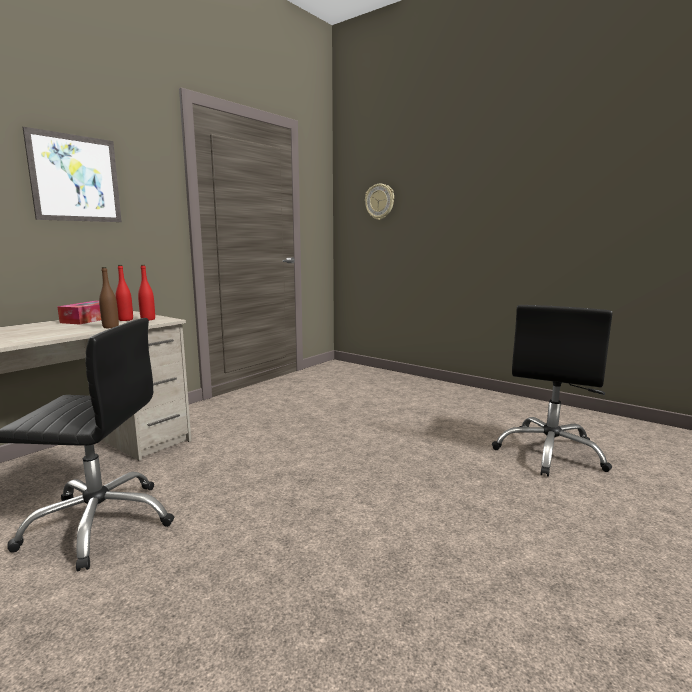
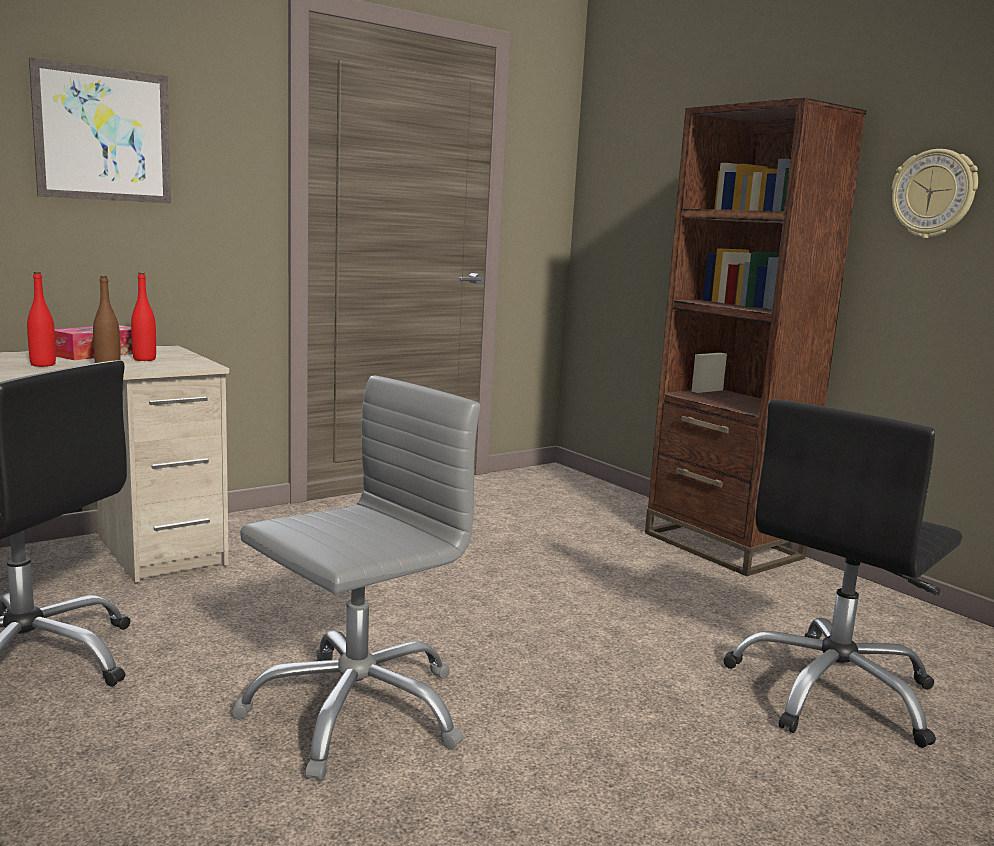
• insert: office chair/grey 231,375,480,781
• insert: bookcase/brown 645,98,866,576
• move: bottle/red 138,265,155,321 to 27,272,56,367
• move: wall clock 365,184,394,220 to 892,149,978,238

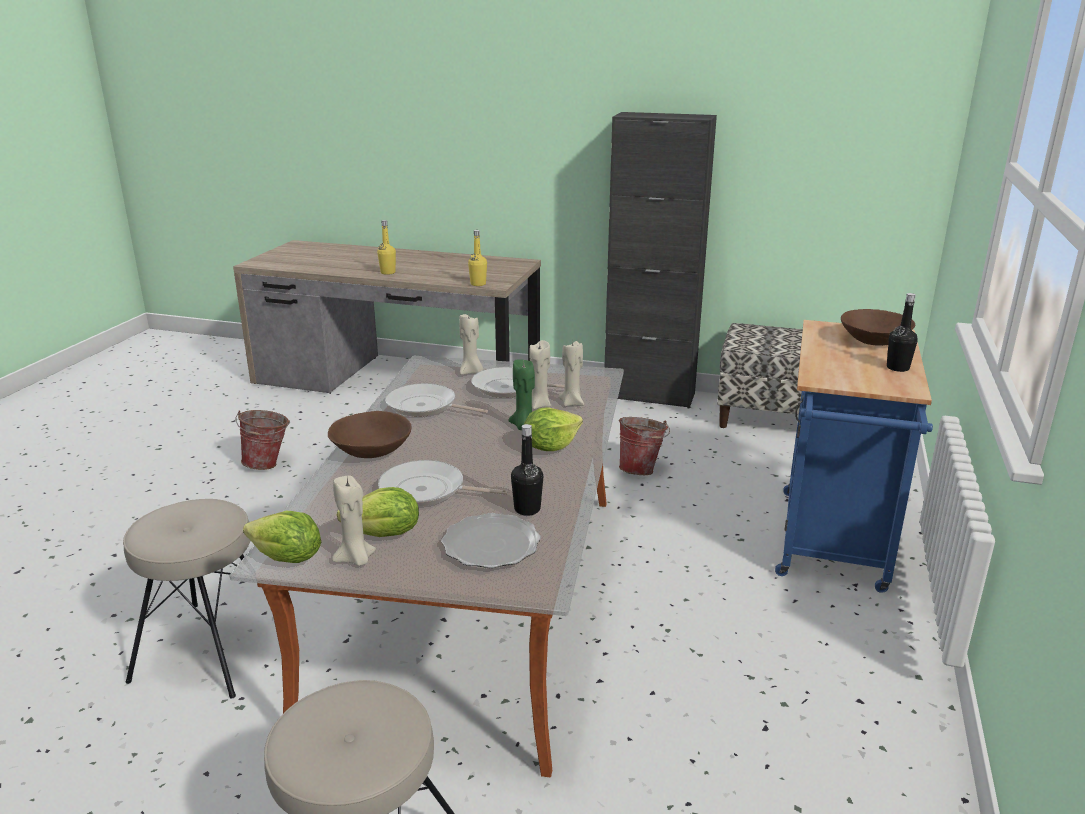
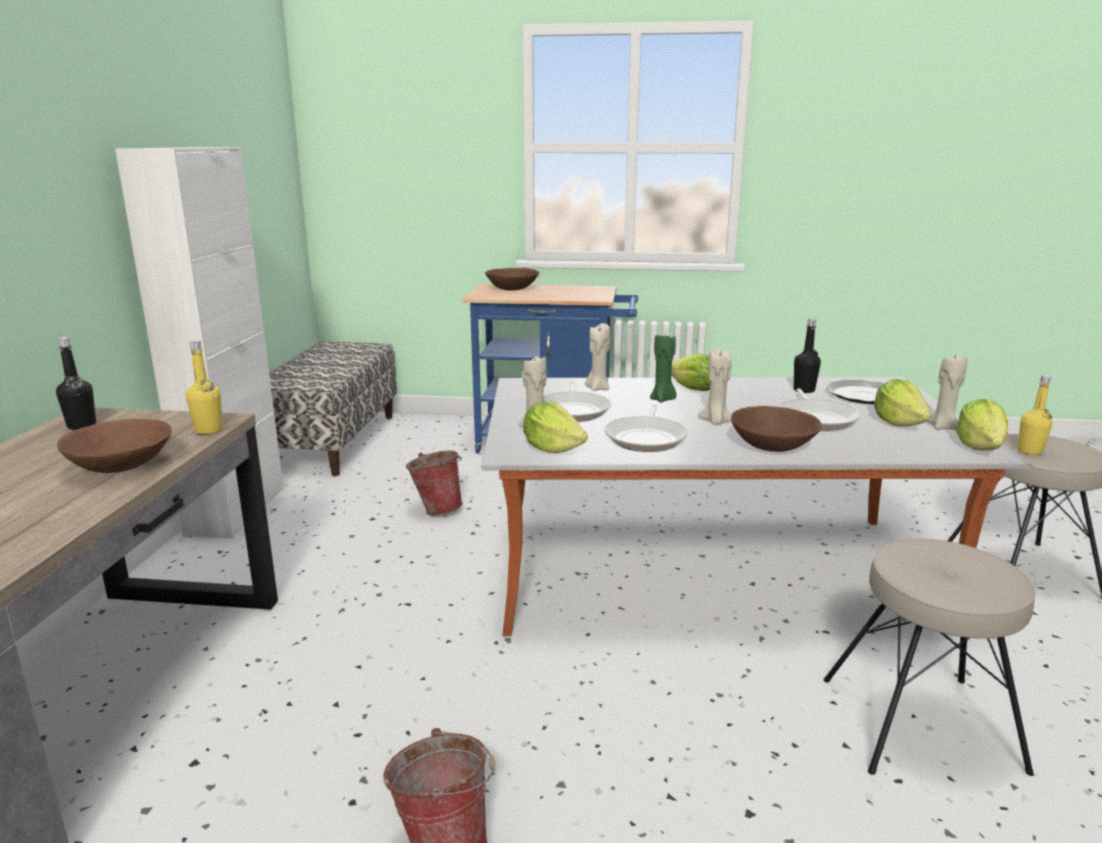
• insert: bowl/brown 57,419,172,473
• insert: lettuce 523,401,588,453
• move: bottle/yellow 377,220,396,275 to 1017,375,1053,455
• move: candle/beige 529,340,551,409 to 698,348,732,425
• move: bottle/black 887,293,918,372 to 56,337,96,430
• recolor: cabinet/black 604,112,717,409 to cabinet/white 115,147,284,539

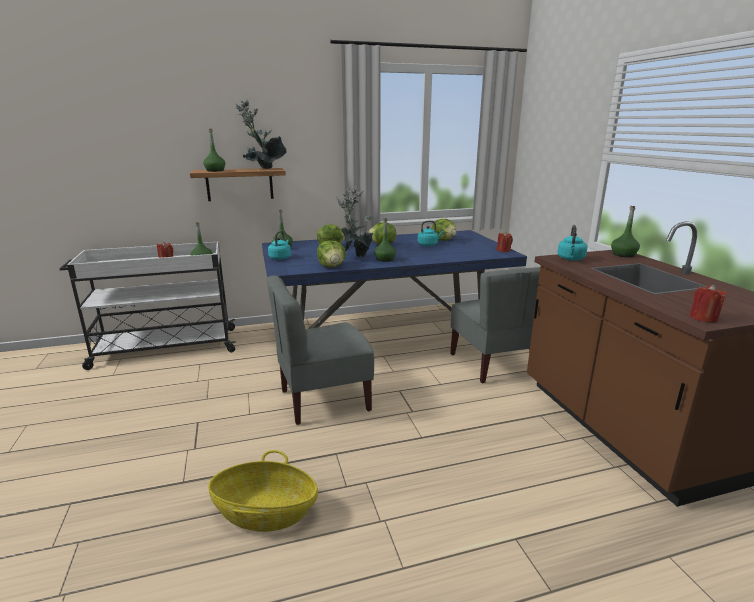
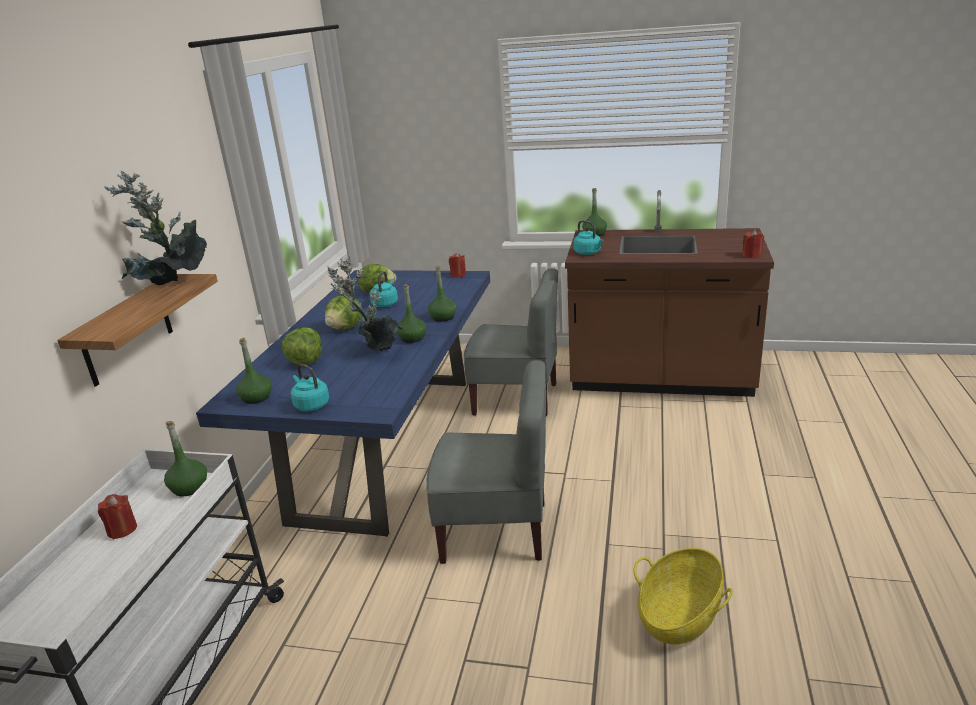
• delete: lettuce 317,240,346,268
• move: bottle/green 203,128,225,172 to 428,266,456,322
• rotate: chair/grey 267,275,374,425 = 426,360,546,564 90 degrees counterclockwise

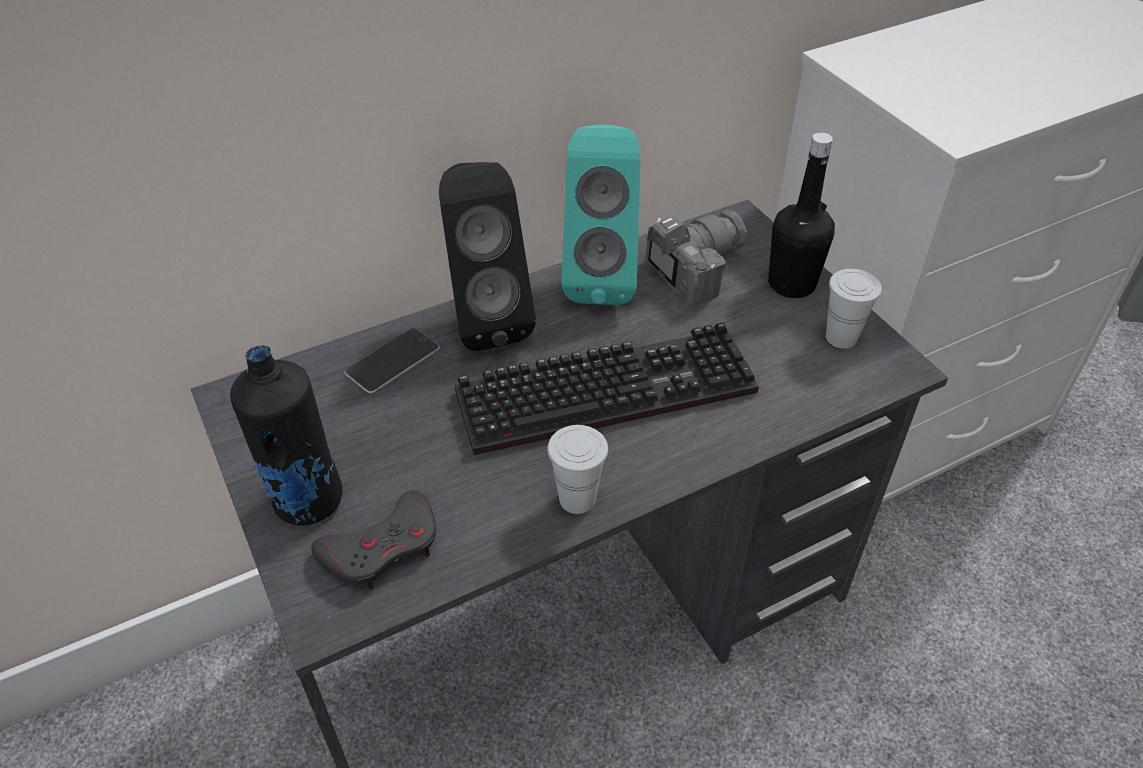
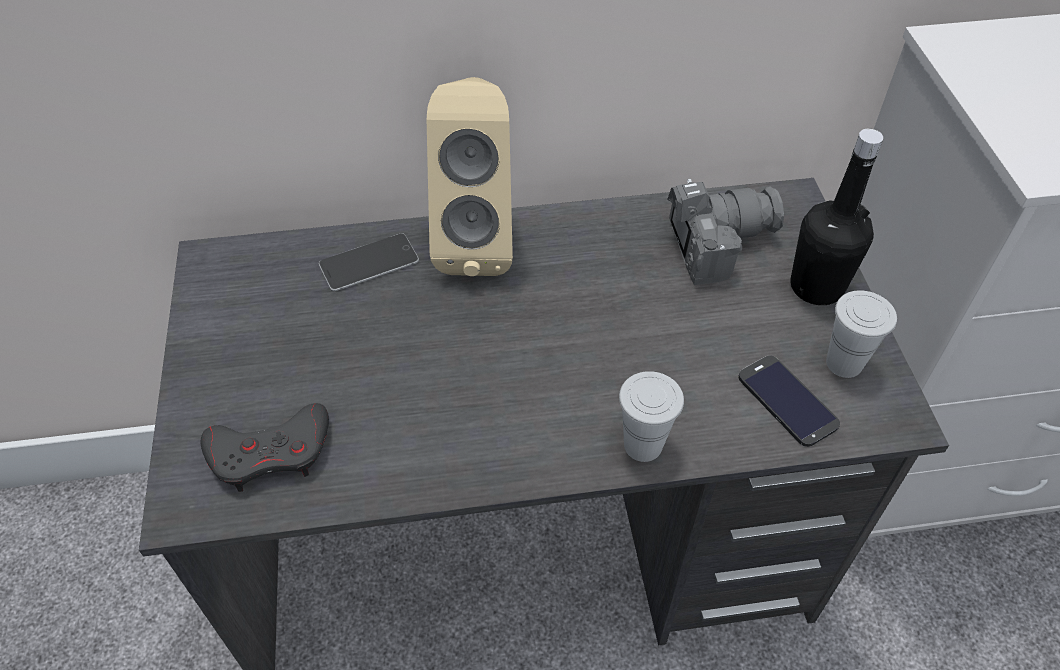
• delete: bottle/black 230,346,342,525
• delete: keyboard 454,322,759,455
• delete: speaker/turquoise 561,125,640,305
• insert: phone 738,355,840,447
• move: cup/white 547,425,608,514 to 619,371,684,462
• recolor: speaker/black 439,162,536,351 to speaker/beige 427,77,513,276

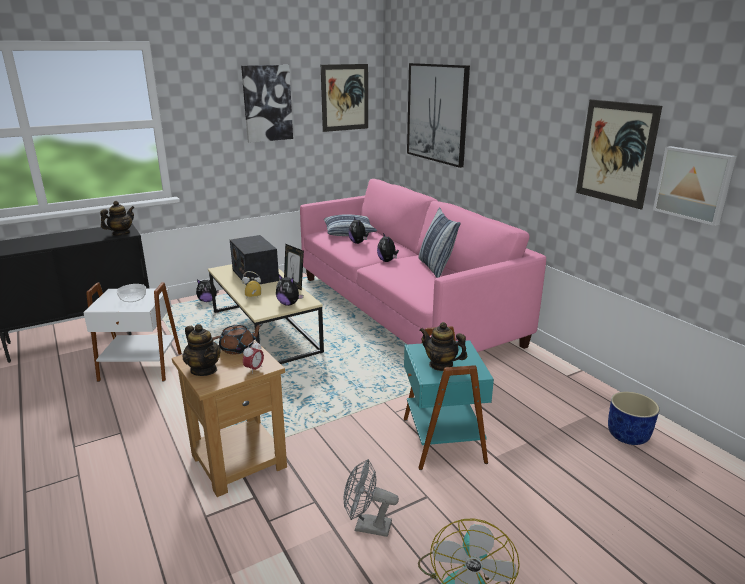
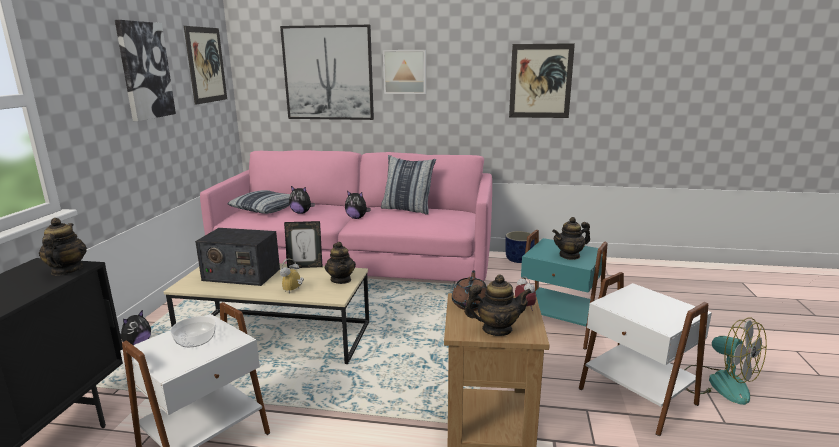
• move: planter/blue 608,392,659,445 to 505,231,535,263
• move: picture 653,146,736,226 to 383,50,426,94
• replace: plush toy 276,275,303,306 to teapot 325,242,356,284
• replace: fan/grey 344,459,399,537 to side table/white 579,272,712,436

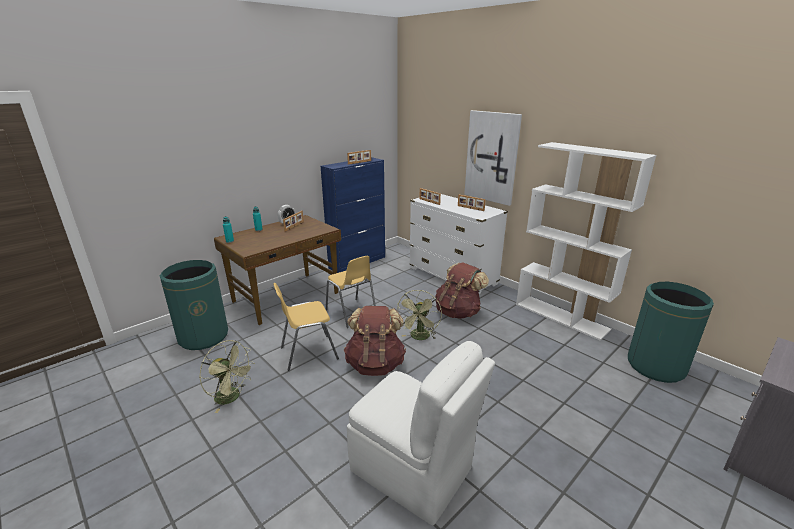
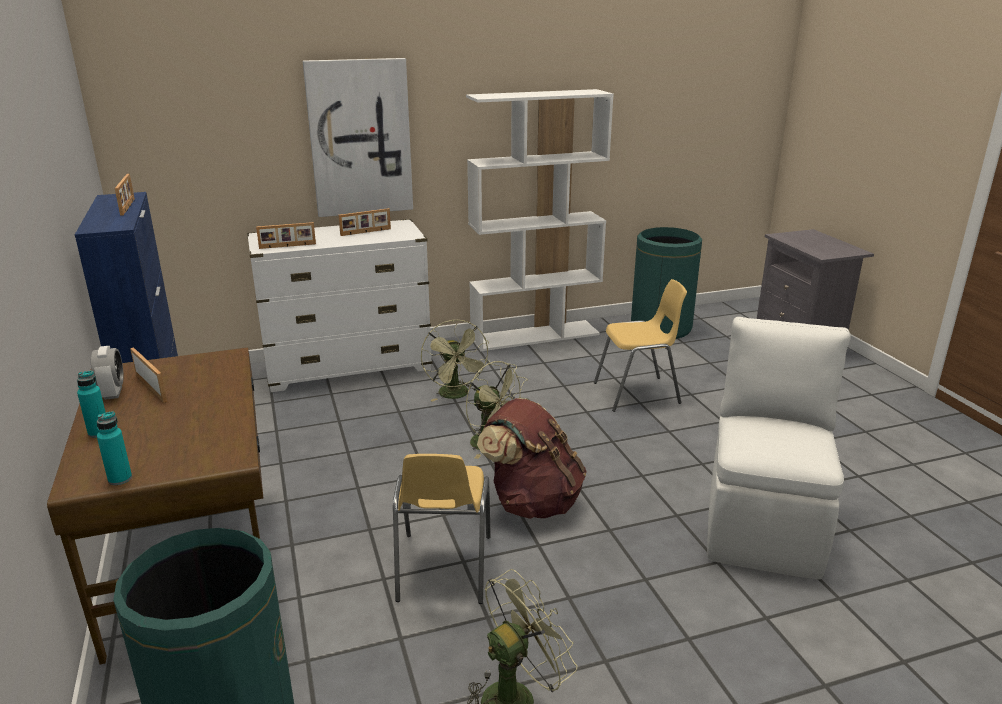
• move: chair/yellow 325,256,376,328 to 594,279,687,412
• replace: backpack/brown 435,262,489,319 to fan/green 421,319,490,402
• rotate: chair/white 347,341,495,525 = 707,317,851,580 45 degrees counterclockwise

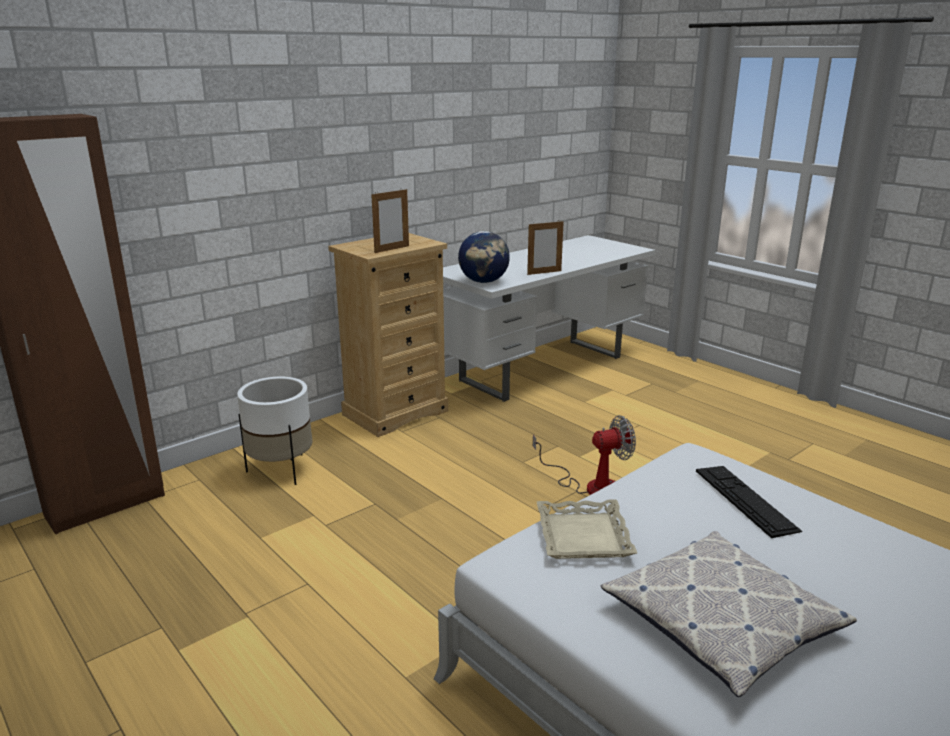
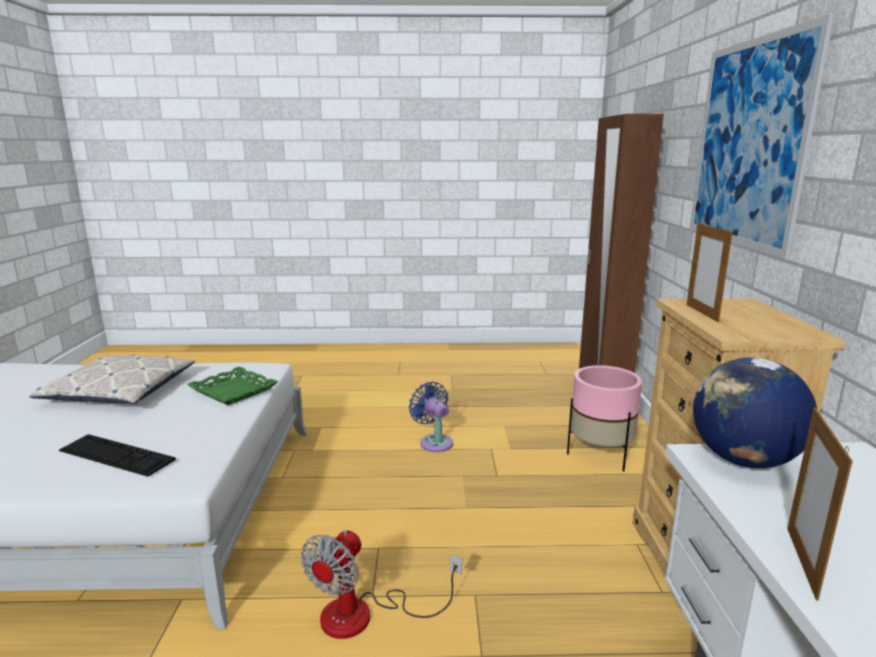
• insert: fan/blue 409,382,453,452
• insert: picture 689,14,834,259
• recolor: planter/white 237,377,313,485 to planter/pink 567,365,642,472
• recolor: tray/beige 537,500,637,559 to tray/green 187,366,278,405

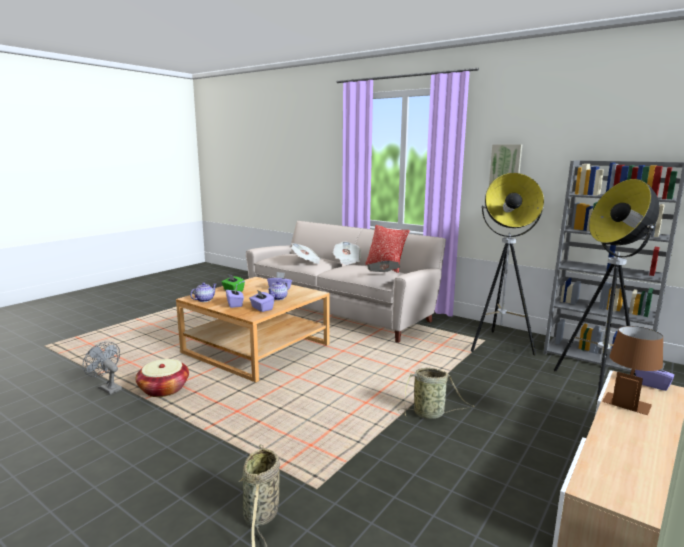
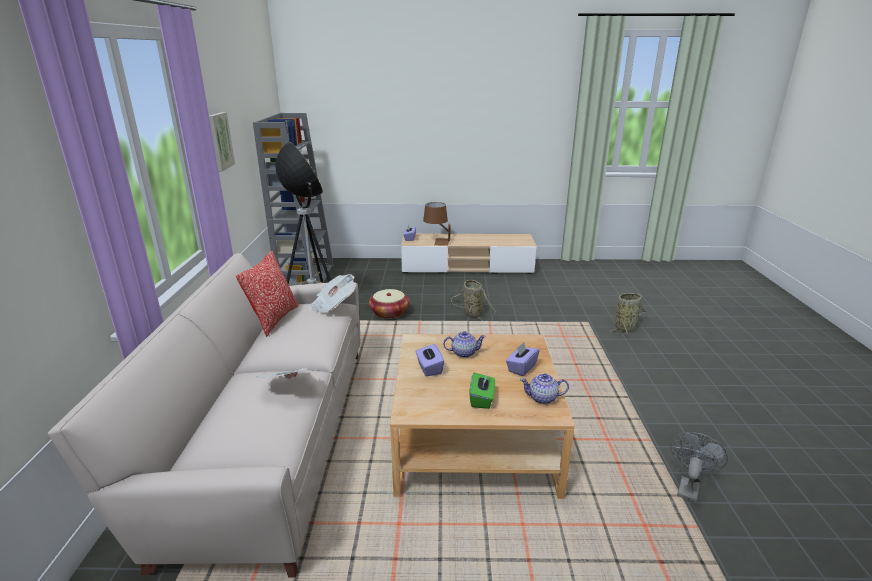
• delete: tissue box/purple 249,290,274,312
• delete: newspaper 333,241,361,265
• delete: floor lamp 554,179,660,405
• move: basket 136,359,189,397 to 369,289,409,319
• rotate: fan/grey 83,342,122,394 = 670,432,728,503 150 degrees counterclockwise

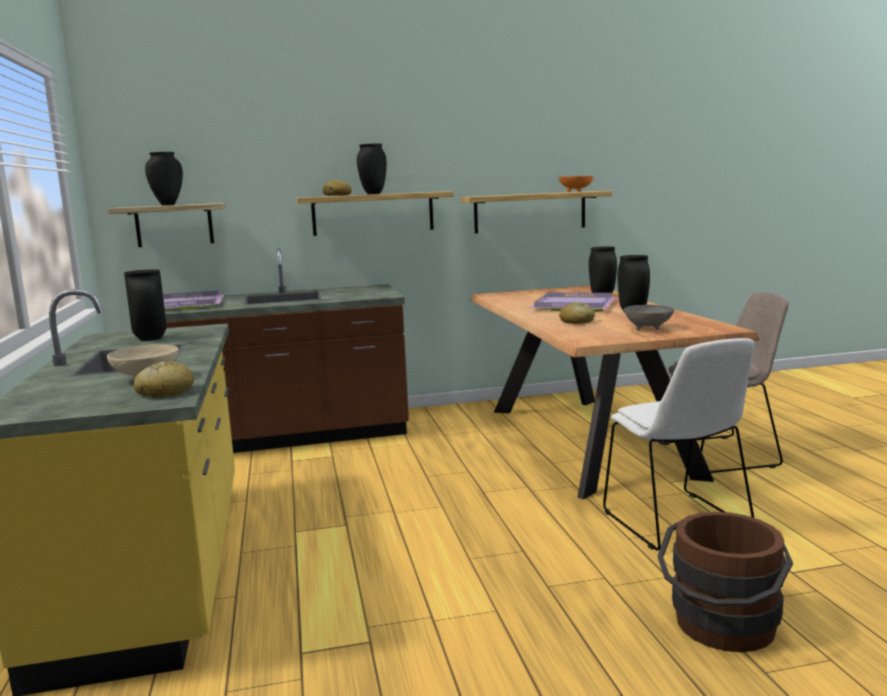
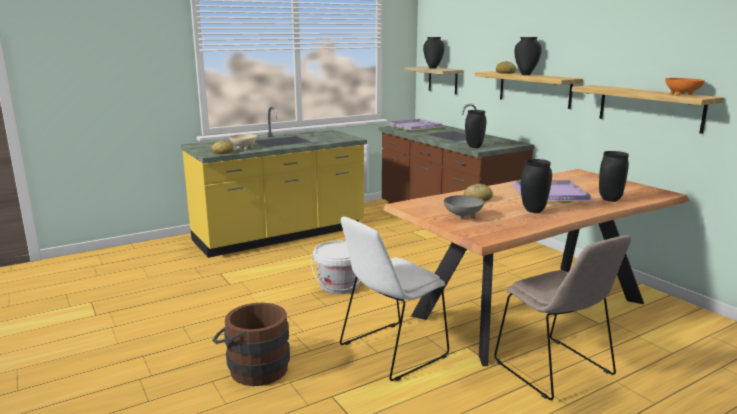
• insert: bucket/white 311,241,360,294
• move: vase/black 124,269,167,341 to 465,110,486,148

